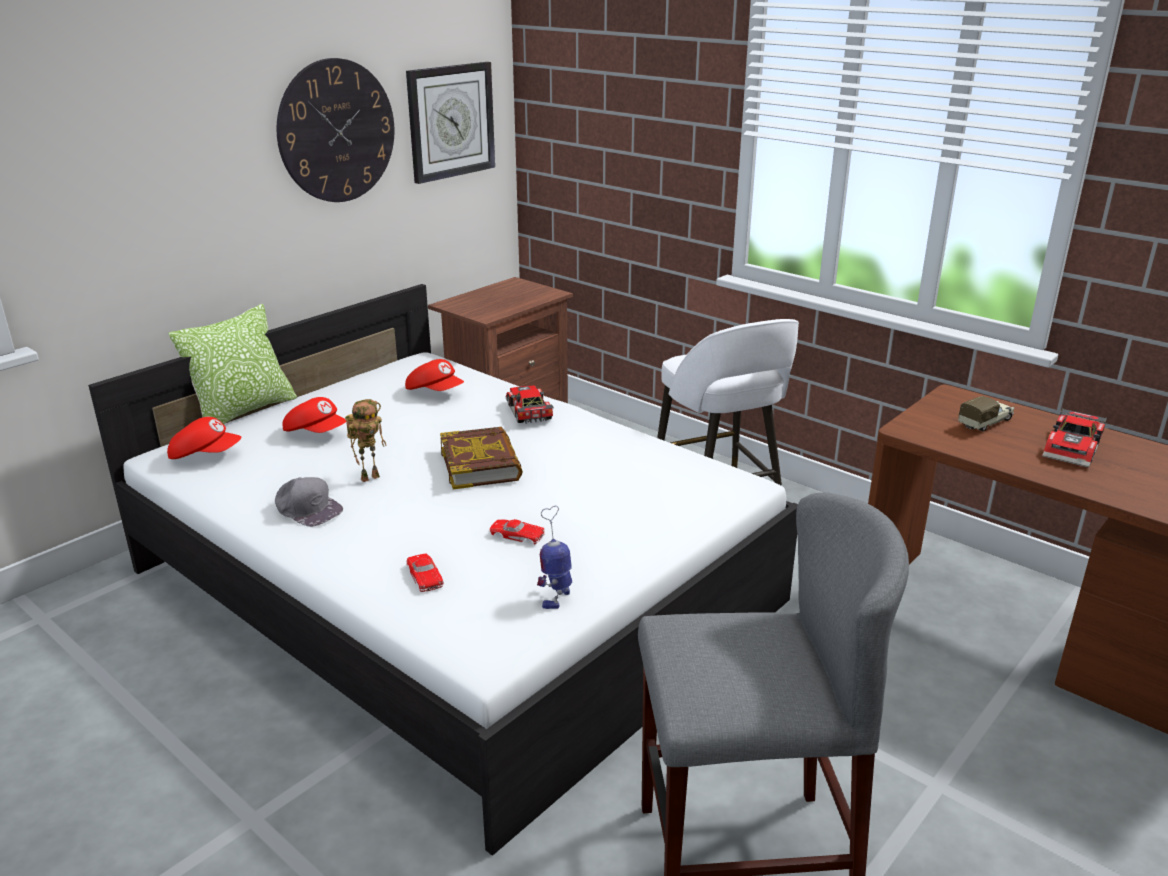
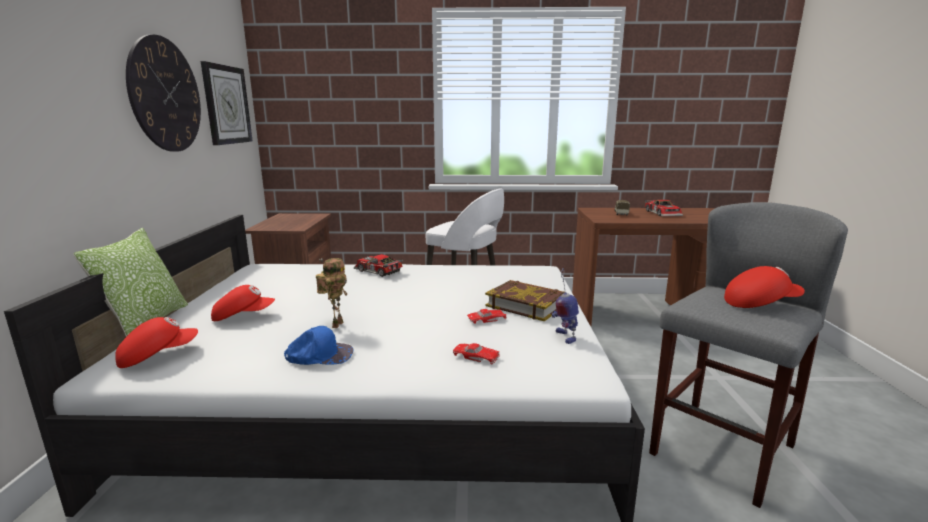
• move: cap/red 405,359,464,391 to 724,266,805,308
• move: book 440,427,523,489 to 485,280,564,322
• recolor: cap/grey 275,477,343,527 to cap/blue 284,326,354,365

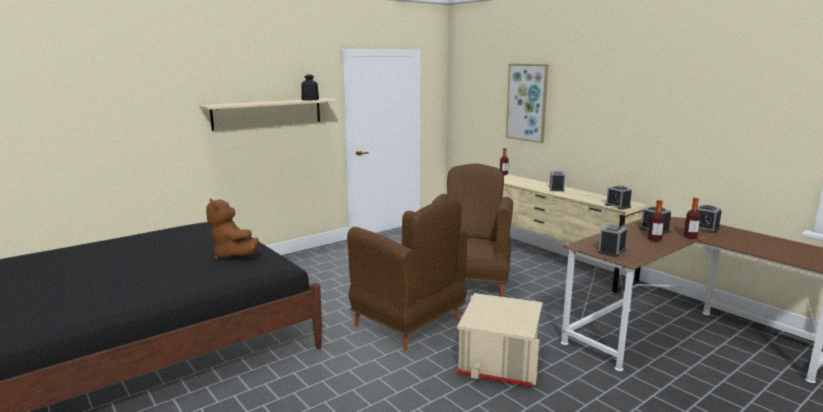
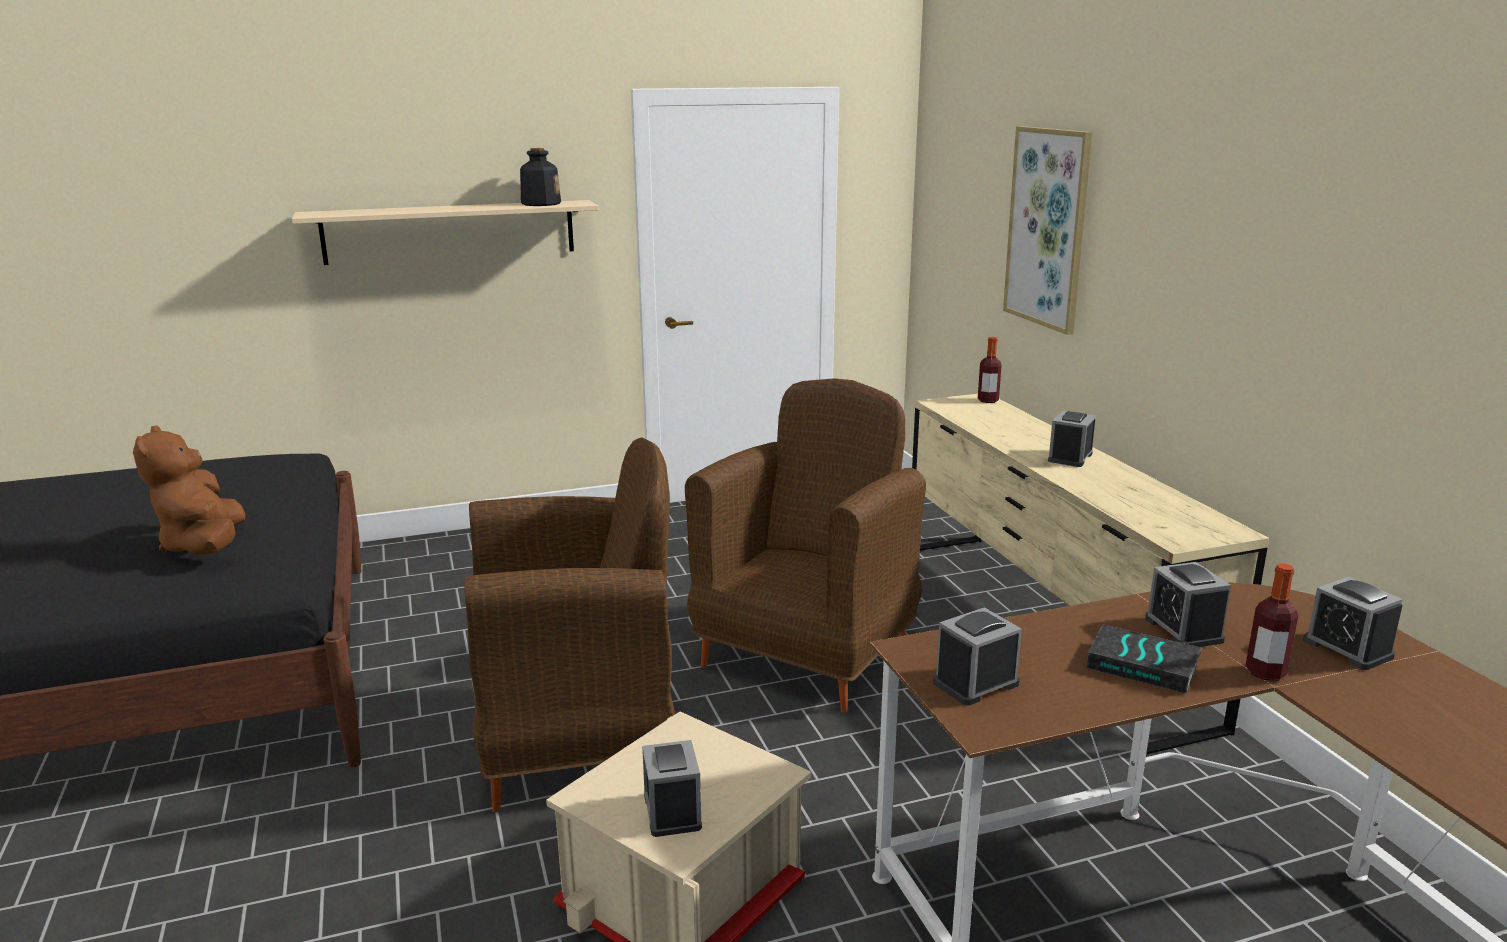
• move: alarm clock 605,186,632,210 to 642,740,702,837
• replace: bottle 648,200,665,242 to book 1087,624,1203,694
• rotate: armchair/brown 347,199,467,350 = 464,437,675,813 75 degrees counterclockwise

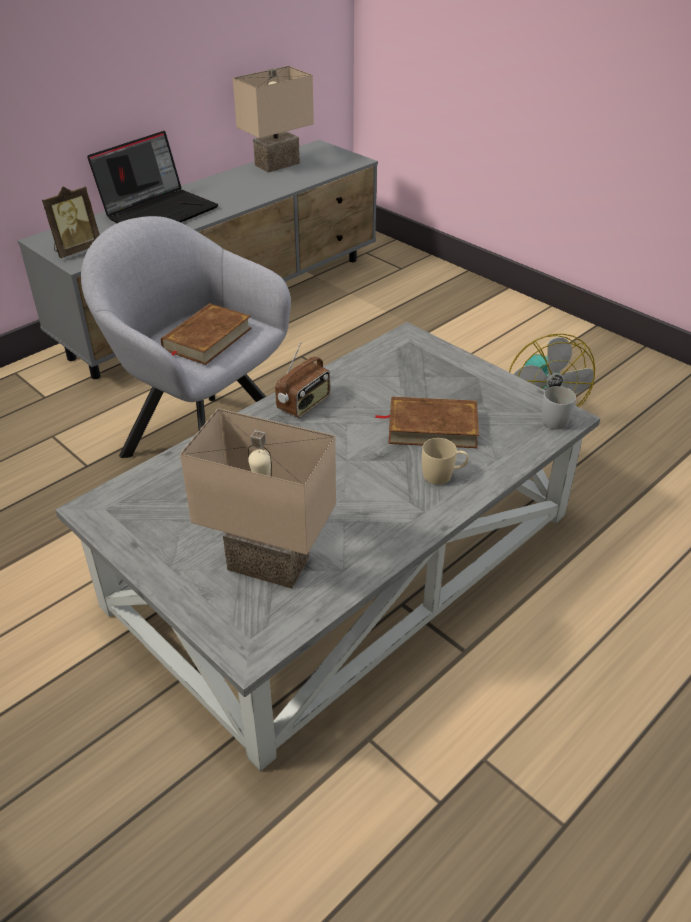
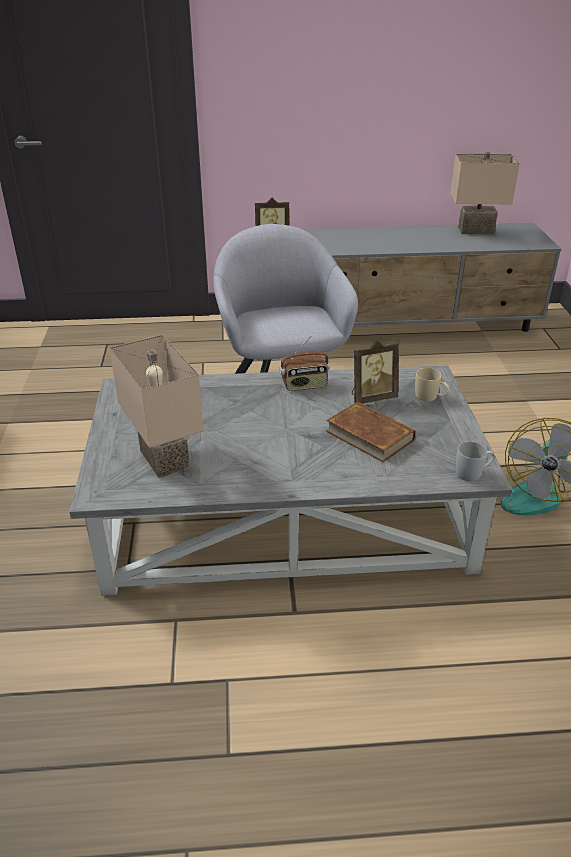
• delete: laptop 87,131,218,223
• delete: book/brown 161,303,252,365
• insert: picture frame 352,340,399,404
• move: mug/beige 422,438,468,485 to 415,368,449,402

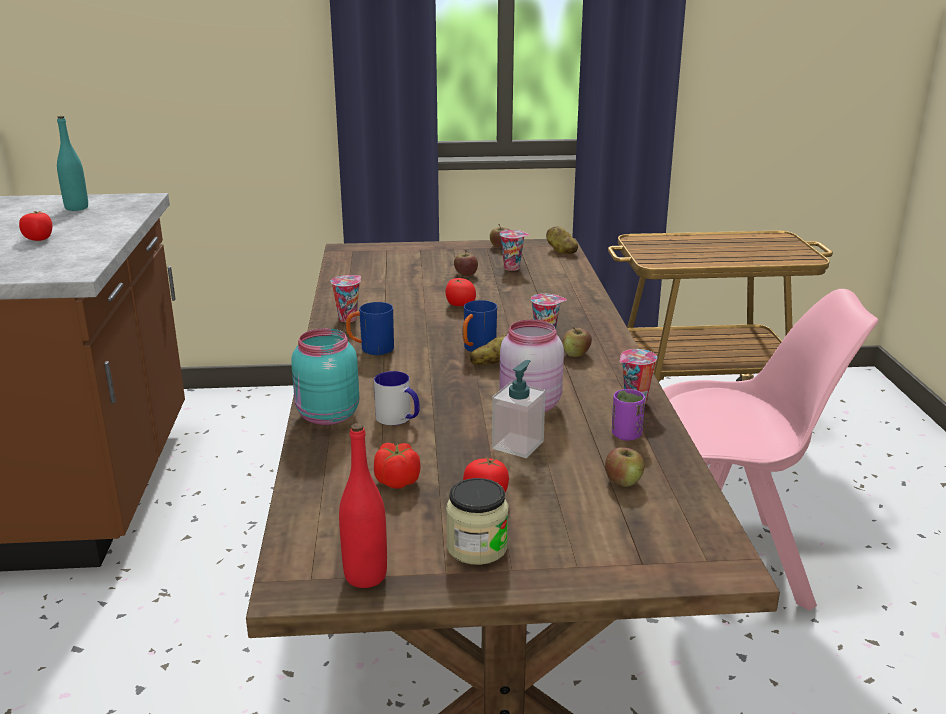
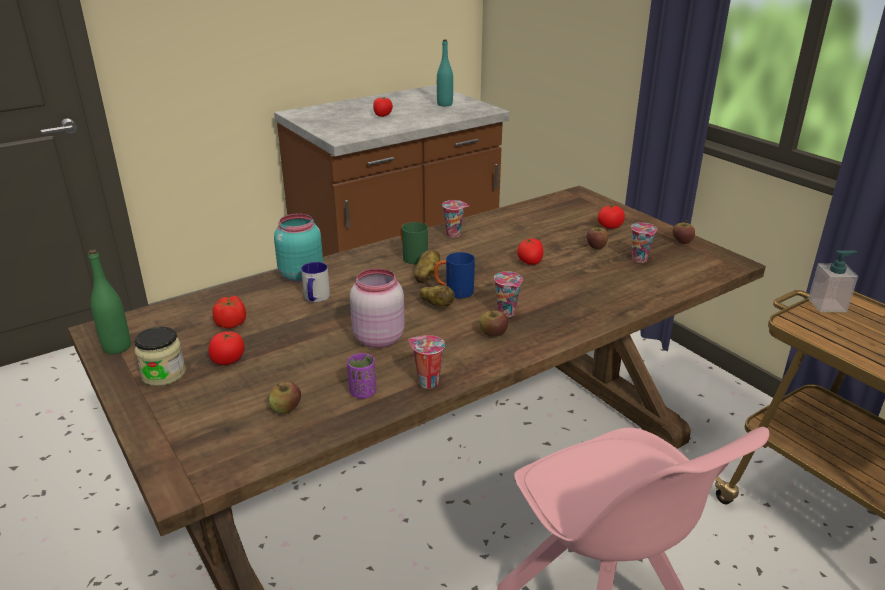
• insert: tomato 598,205,625,229
• move: soap dispenser 492,360,546,458 to 808,250,858,312
• move: potato 546,226,578,254 to 414,250,440,283
• recolor: bottle/red 339,423,387,588 to bottle/green 88,249,131,354
• recolor: mug/blue 346,302,394,355 to mug/green 400,222,428,264

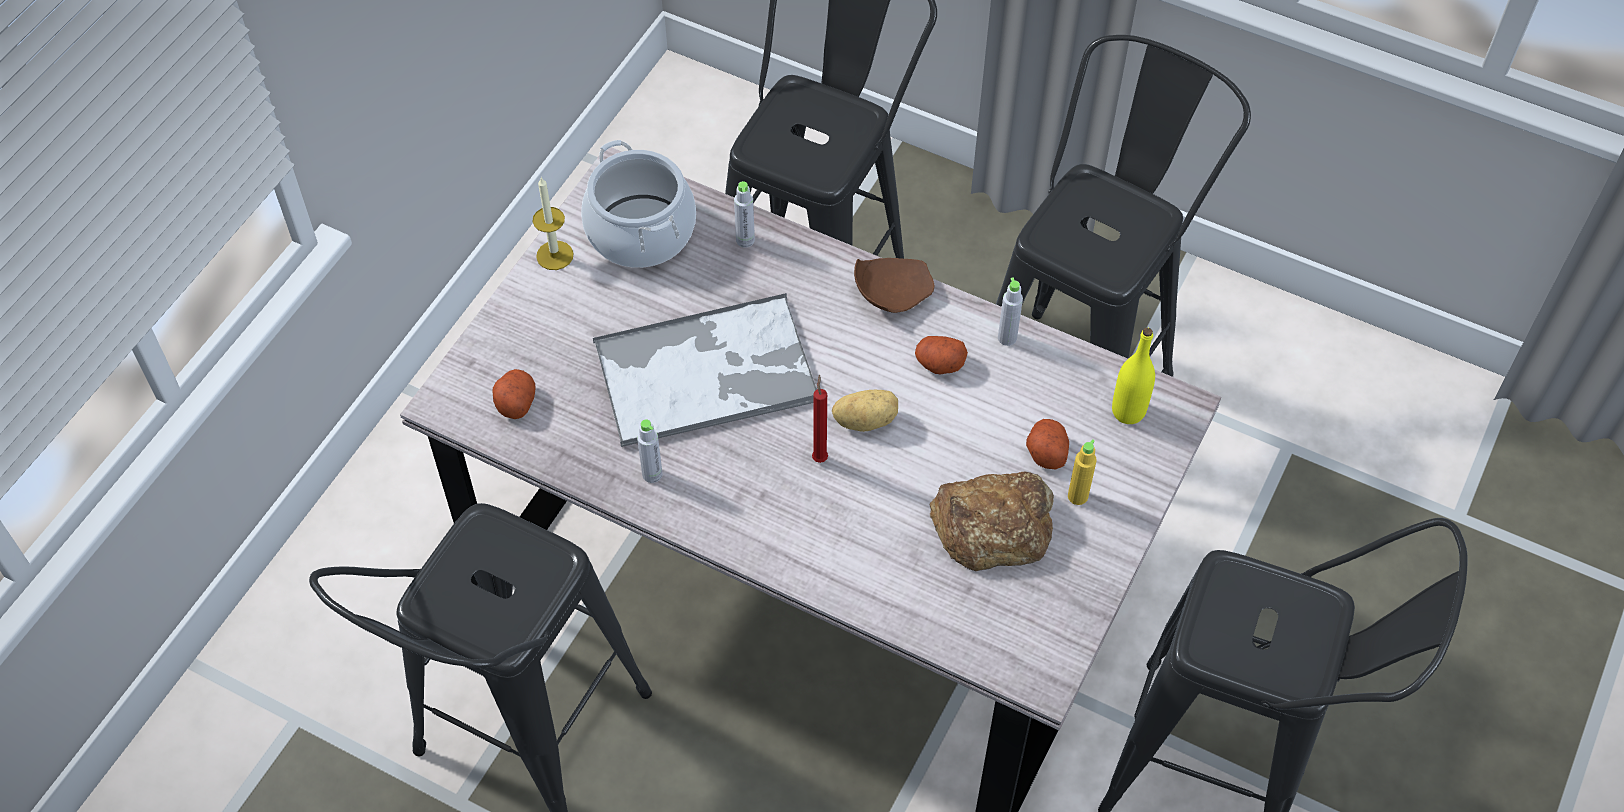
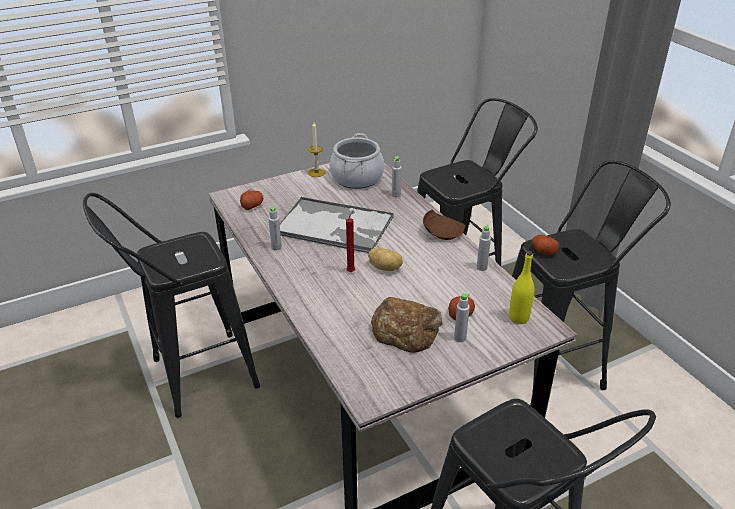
• move: potato 915,336,968,374 to 532,235,559,255
• recolor: bottle/yellow 1068,439,1097,505 to bottle/grey 454,293,470,342

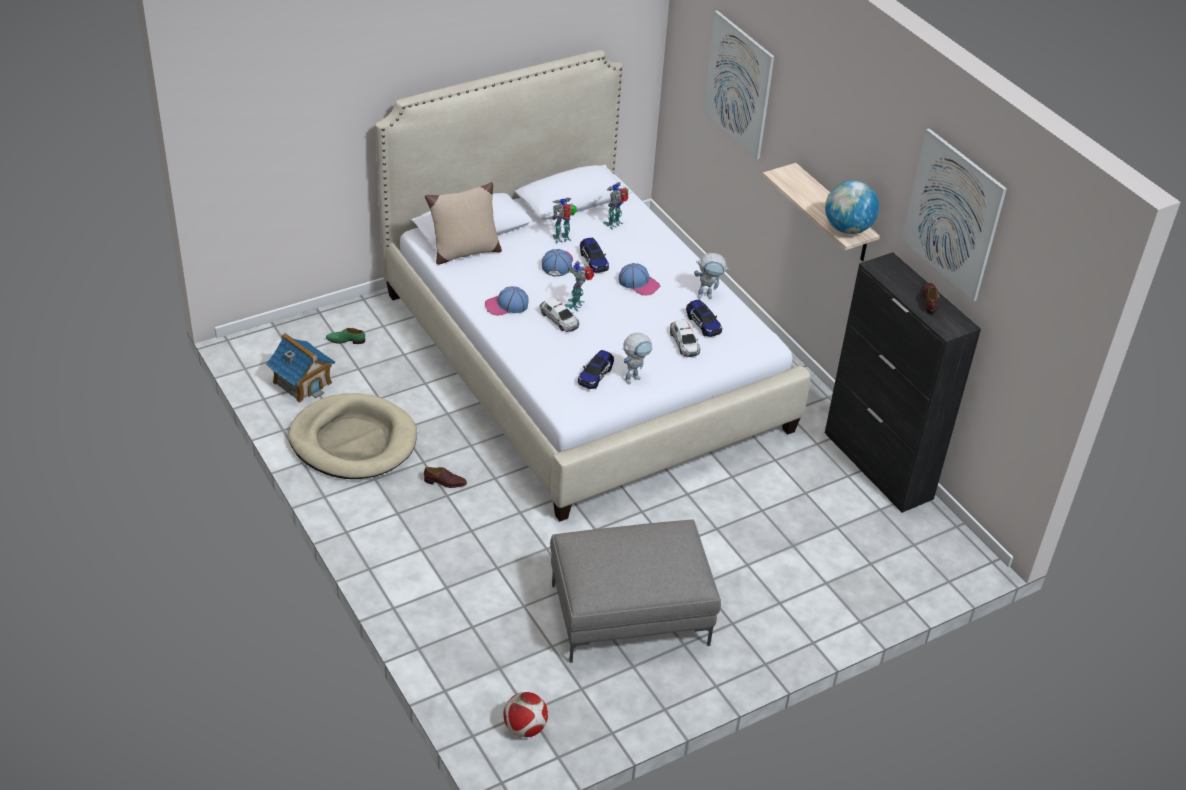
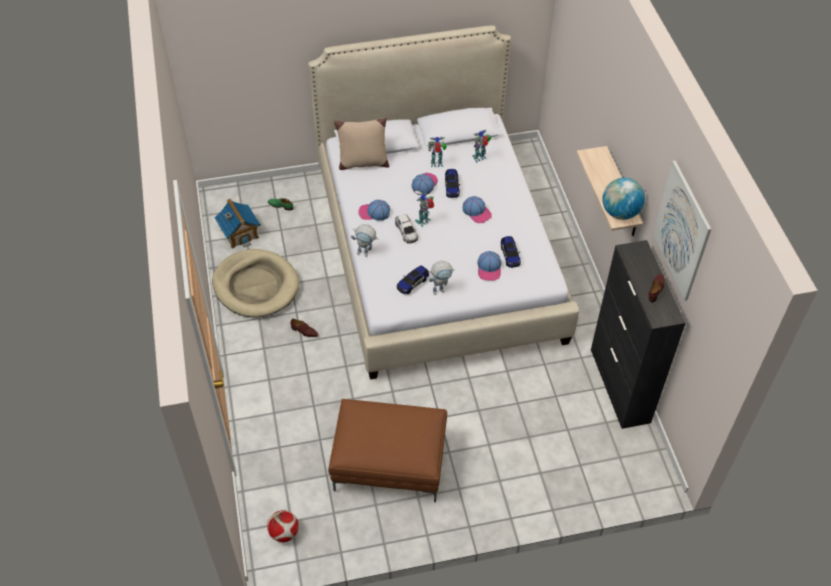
• delete: picture 703,10,774,159
• move: toy robot 694,253,729,299 to 351,224,378,257
• replace: toy car 670,320,700,357 to cap 477,251,501,281
• recolor: ottoman/grey 550,519,721,663 to ottoman/brown 328,399,447,502

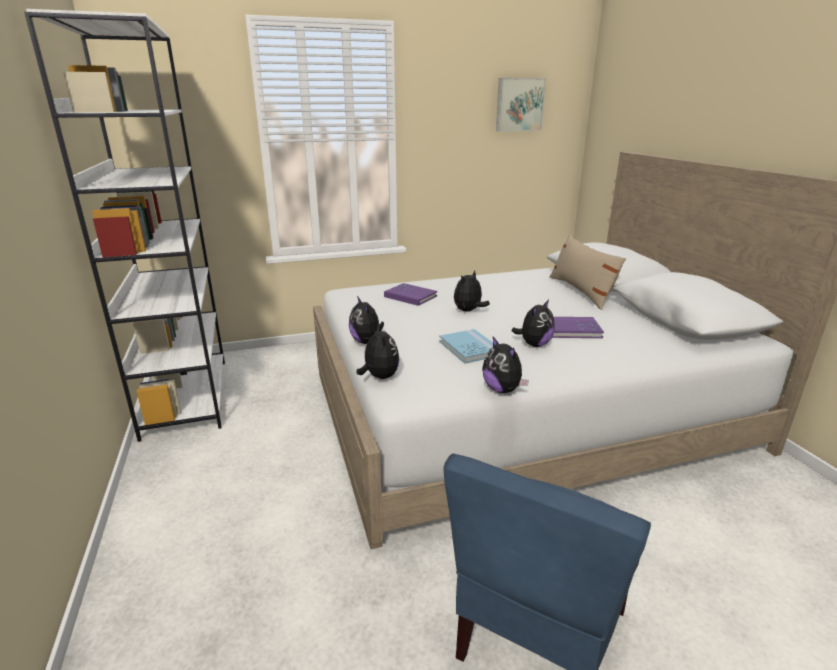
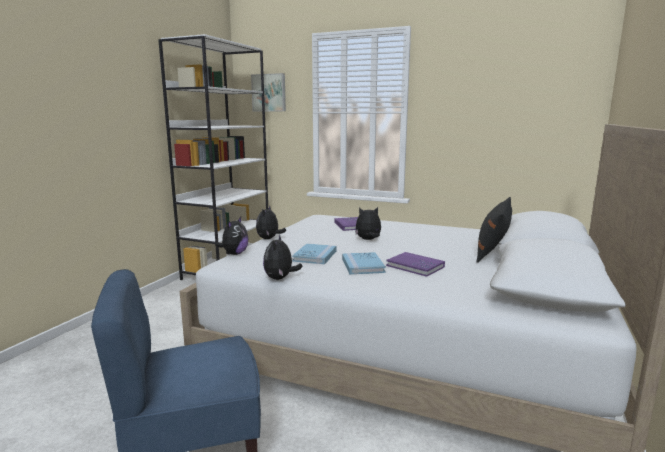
• move: picture 496,78,546,132 to 251,73,286,111
• replace: plush toy 512,300,554,347 to book/blue 342,252,386,274
• recolor: pillow/beige 550,234,626,310 to pillow/black 476,197,512,263

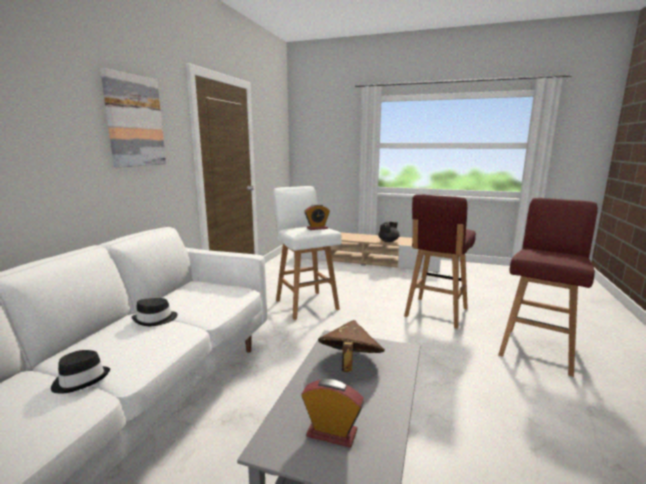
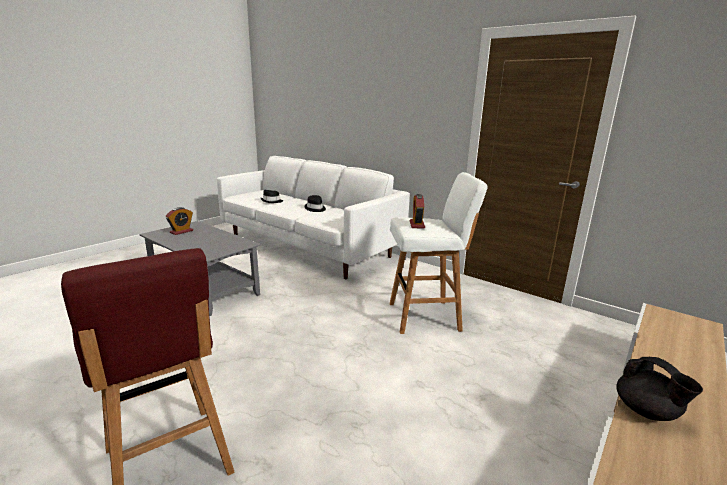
• delete: picture 100,68,166,168
• delete: hat/brown 318,320,385,372
• delete: stool/red 404,194,476,329

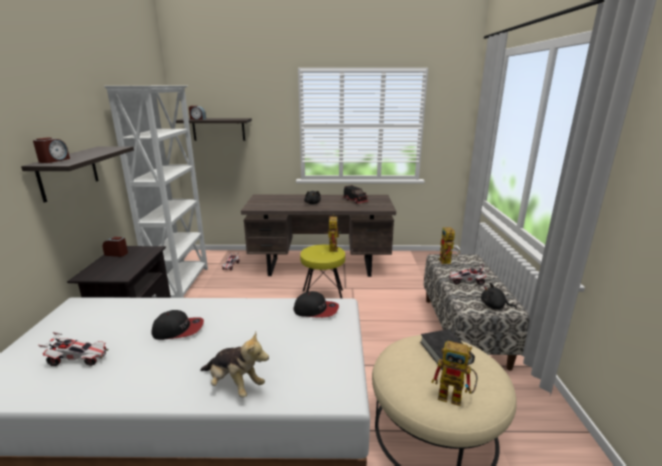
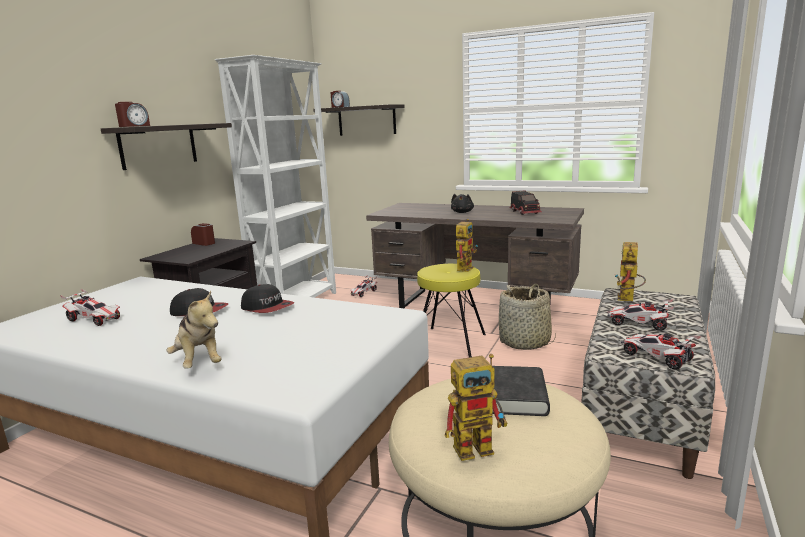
• insert: basket 499,284,556,350
• move: cap 293,291,339,318 to 241,284,294,313
• replace: plush toy/black 481,283,517,310 to toy car 621,333,702,370
• rotate: toy robot 431,341,478,406 = 445,354,507,461 60 degrees counterclockwise

